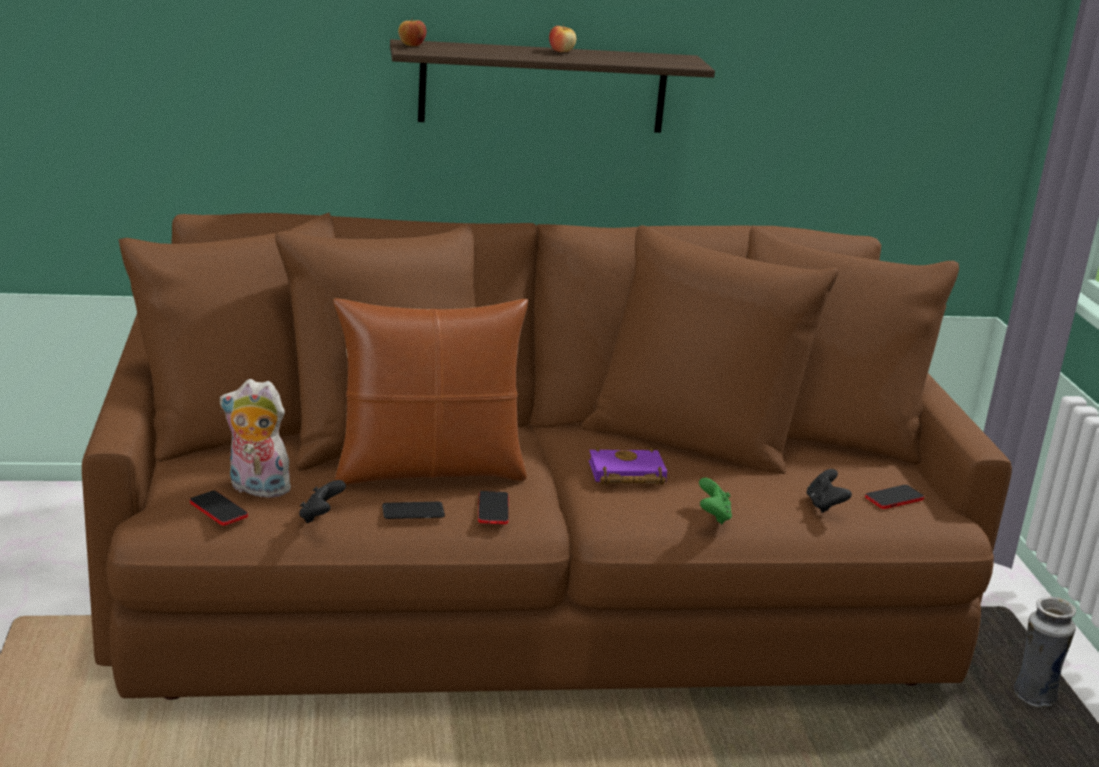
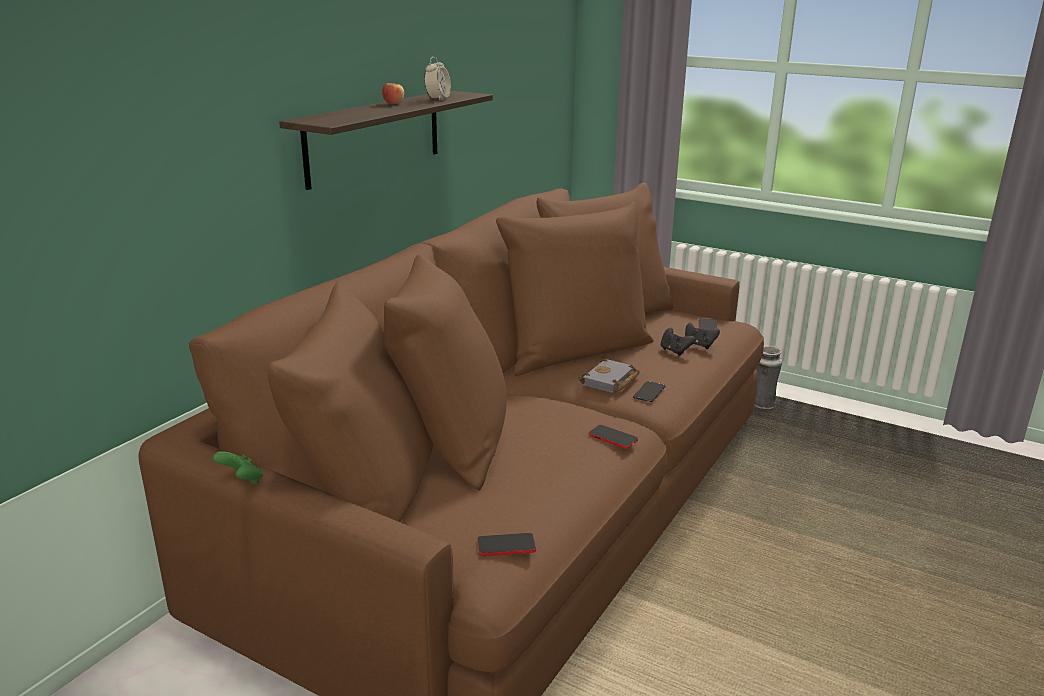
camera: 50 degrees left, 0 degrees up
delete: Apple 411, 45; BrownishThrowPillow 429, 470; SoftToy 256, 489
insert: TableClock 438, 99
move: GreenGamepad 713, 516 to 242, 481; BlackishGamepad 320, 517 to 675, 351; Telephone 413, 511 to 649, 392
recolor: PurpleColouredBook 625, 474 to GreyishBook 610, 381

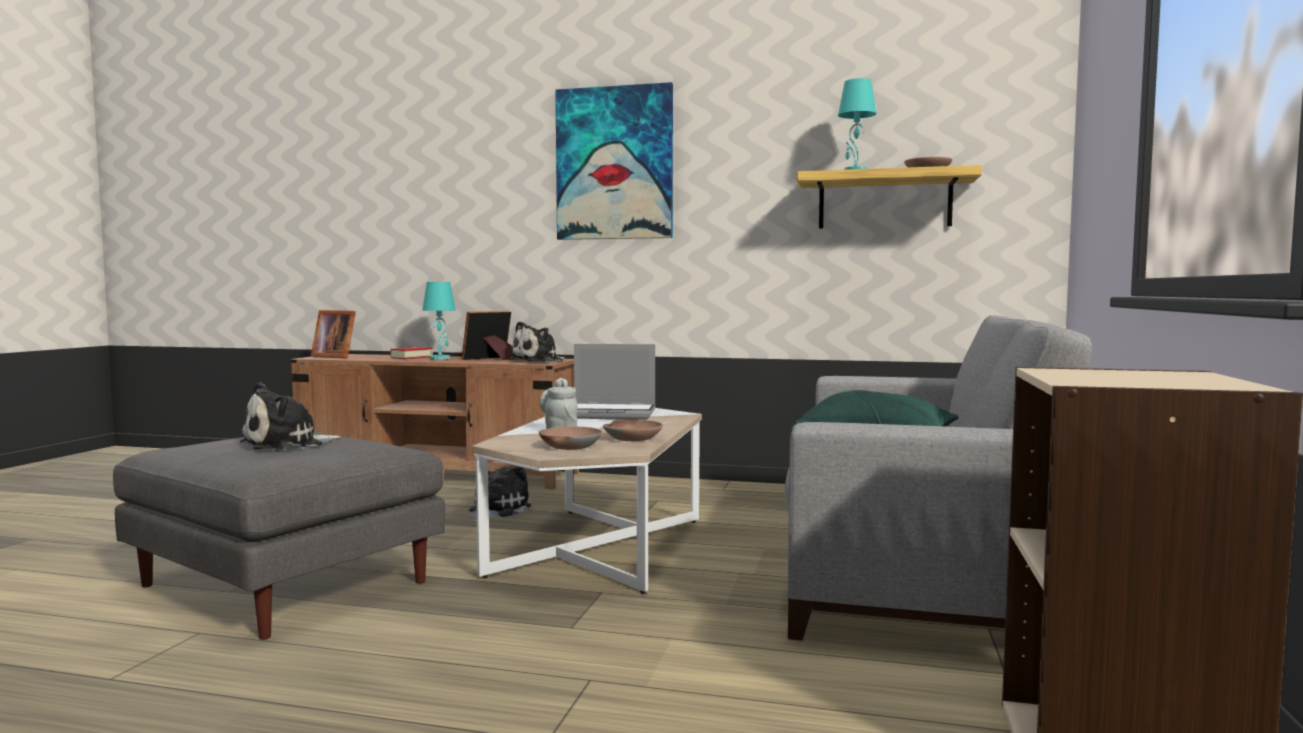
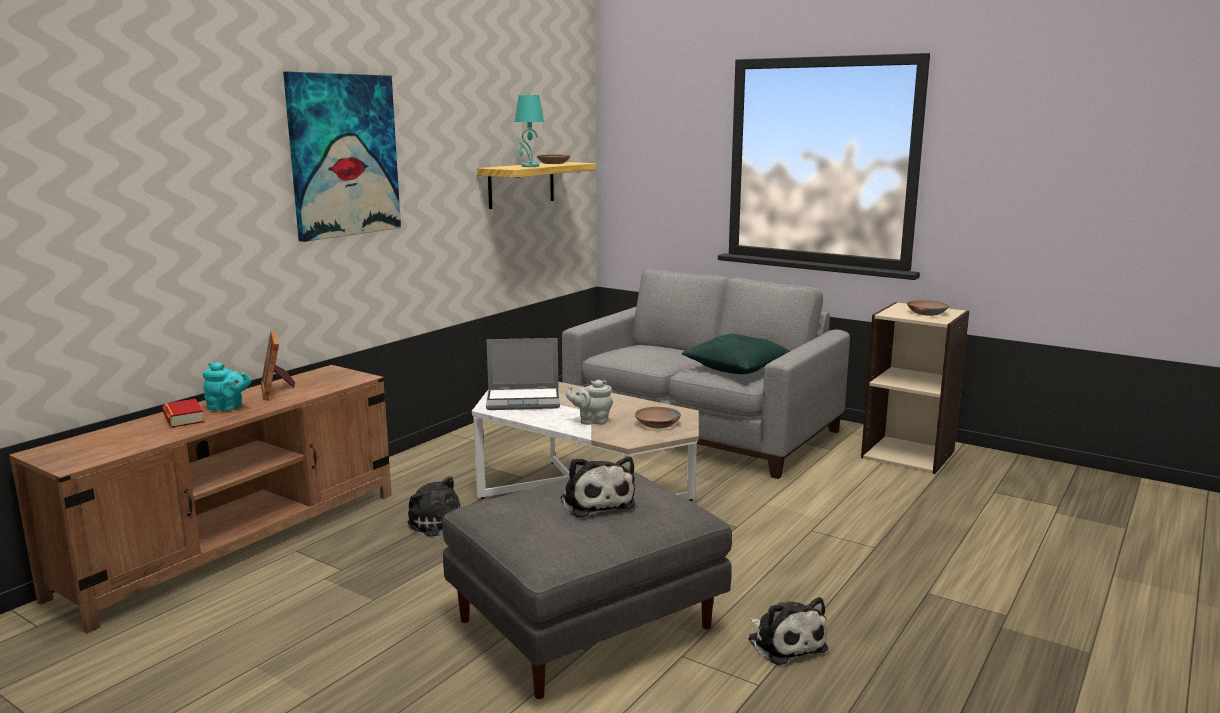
camera: 70 degrees left, 10 degrees up
delete: StandingFrame 335, 357
move: SoftToy 539, 361 to 785, 642; BrownishBowl 633, 438 to 926, 313
replace: TurquoiseColouredLampForATable 440, 358 to TurquoiseColouredTeaPot 228, 408
rotate: PortableComputer 612, 414 = 524, 400 60 degrees clockwise

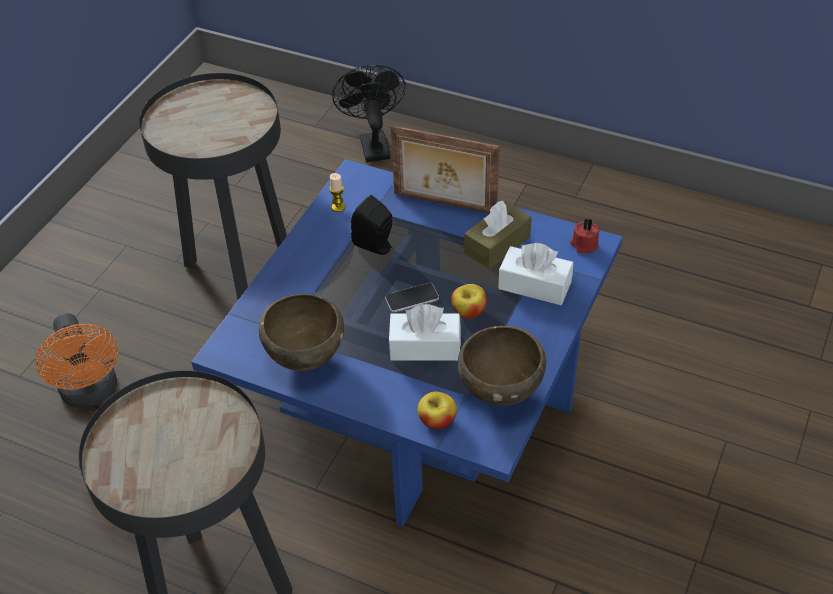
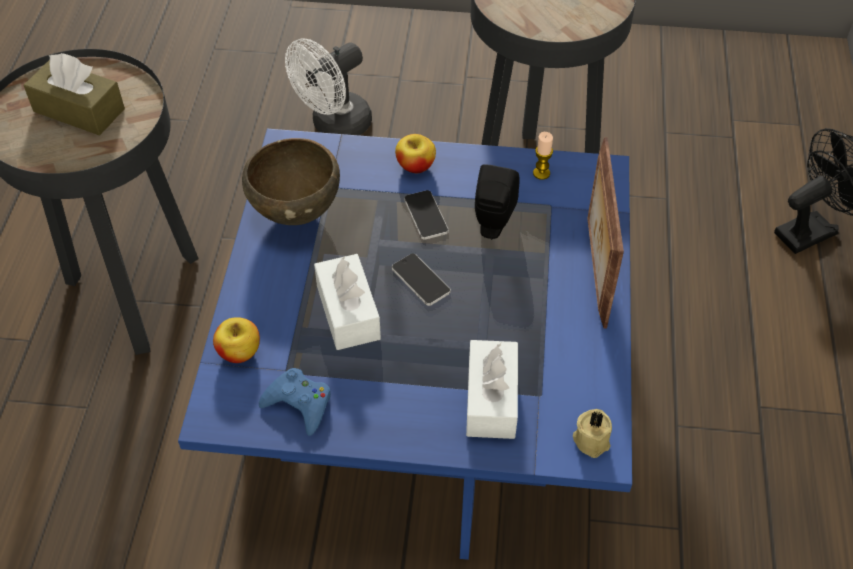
camera: 70 degrees right, 5 degrees up
insert: Telephone 426, 215
move: BrownishTissueBox 497, 245 to 79, 110; Apple 469, 312 to 415, 166
replace: BrownishBowl 501, 392 to BlueGamepad 299, 404
recolor: RedColouredWaxLight 584, 245 to BeigeColouredWaxLight 592, 439; OrangeyCoolingFan 91, 393 to WhitishCoolingFan 334, 126

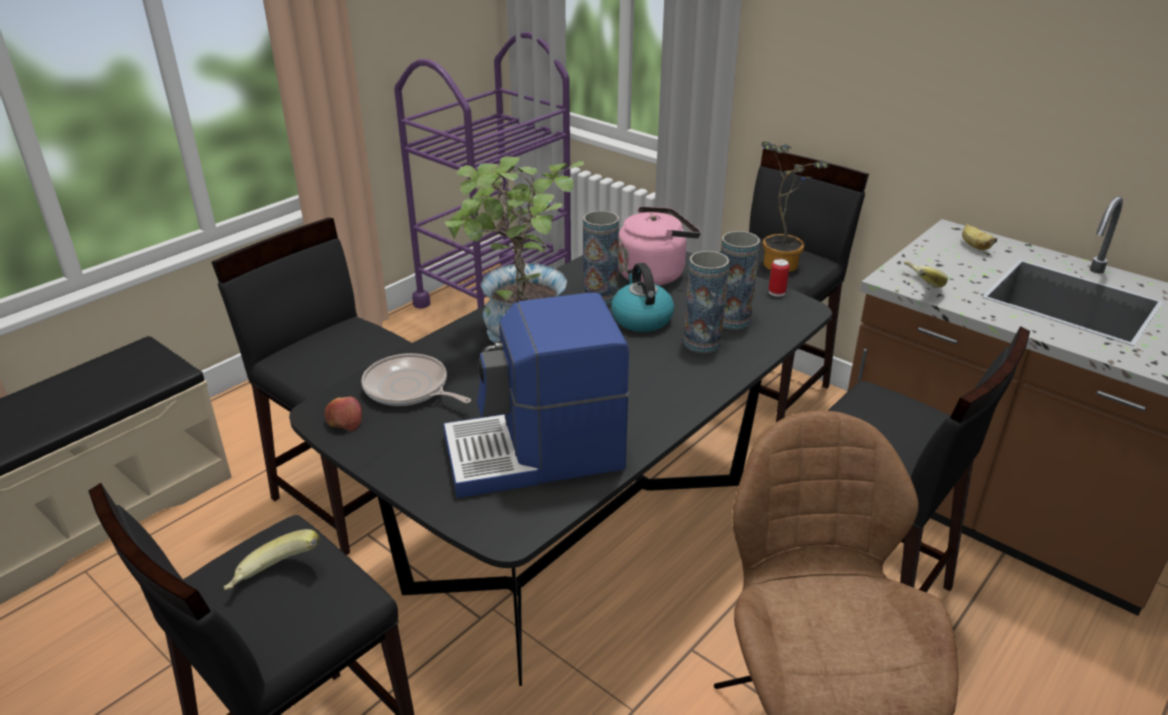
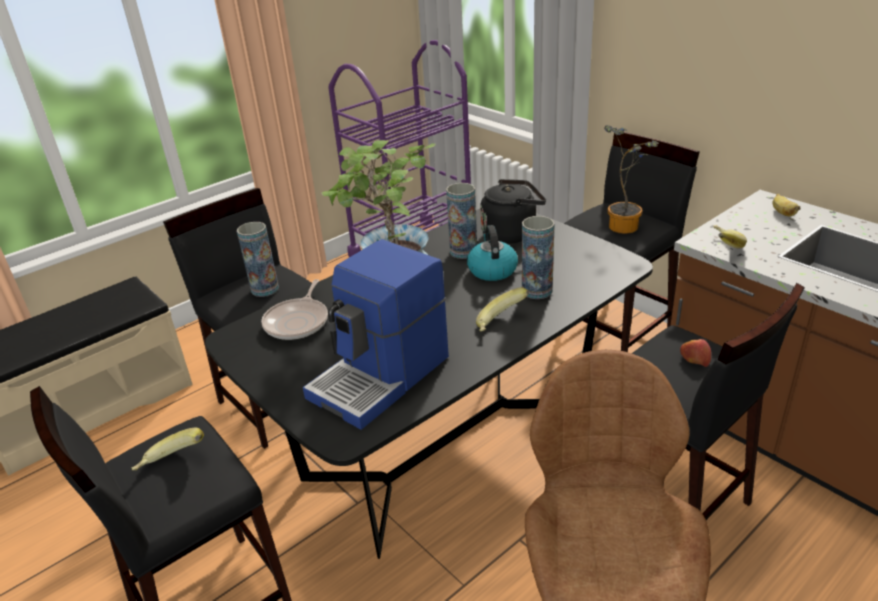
camera: 10 degrees right, 0 degrees up
delete: MetalCan 777, 292
insert: BananaFruit 501, 324
move: FlowerVase 732, 320 to 265, 289; Apple 344, 421 to 694, 358
recolor: PinkishTeaKettle 654, 273 to BlackishTeaKettle 512, 233
rotate: CoffeeBrewer 536, 454 = 382, 377 45 degrees counterclockwise; Skillet 409, 388 = 298, 321 120 degrees counterclockwise

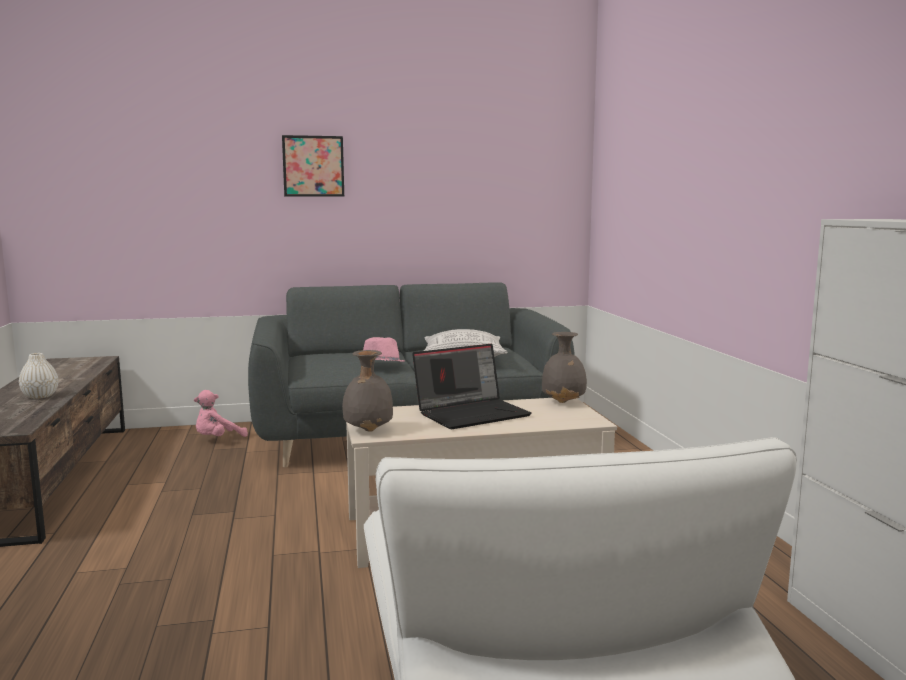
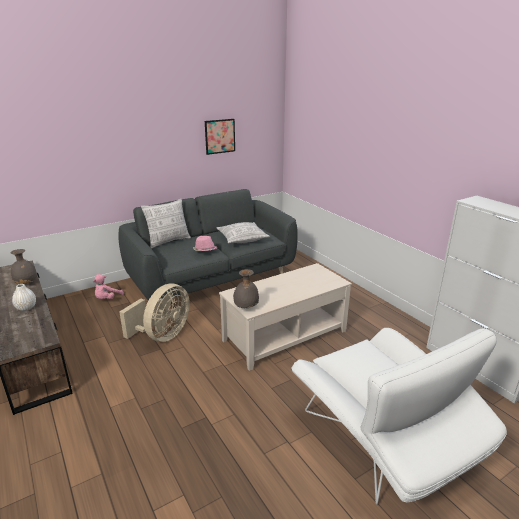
camera: 20 degrees left, 15 degrees up
delete: PortableComputer 472, 413
insert: ThrowPillow 168, 241; BeigeColouredCoolingFan 162, 335
move: Picture 313, 166 to 220, 136; GreyishFlowerVase 564, 402 to 27, 283

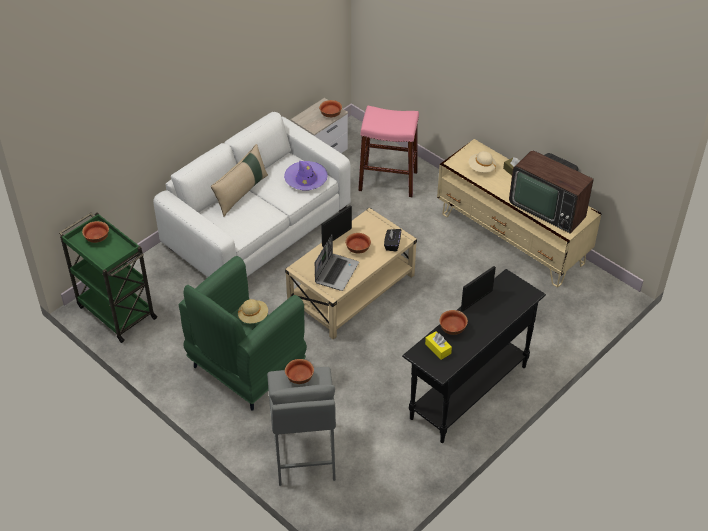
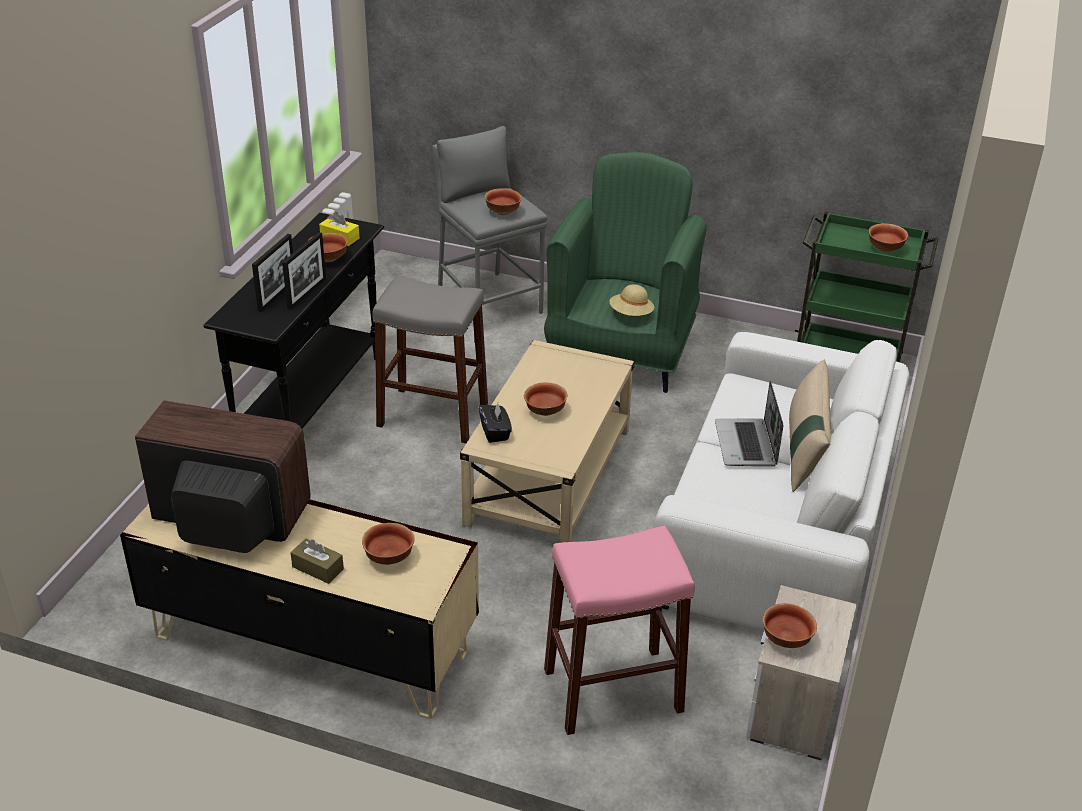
camera: 155 degrees right, 10 degrees down
delete: PurpleColouredWearableHat 306, 180
insert: GreyishStool 433, 415
move: StandingFrame 336, 237 to 277, 295; PortableComputer 336, 272 to 746, 445
replace: BeigeColouredWearableHat 481, 168 to Bowl 388, 557

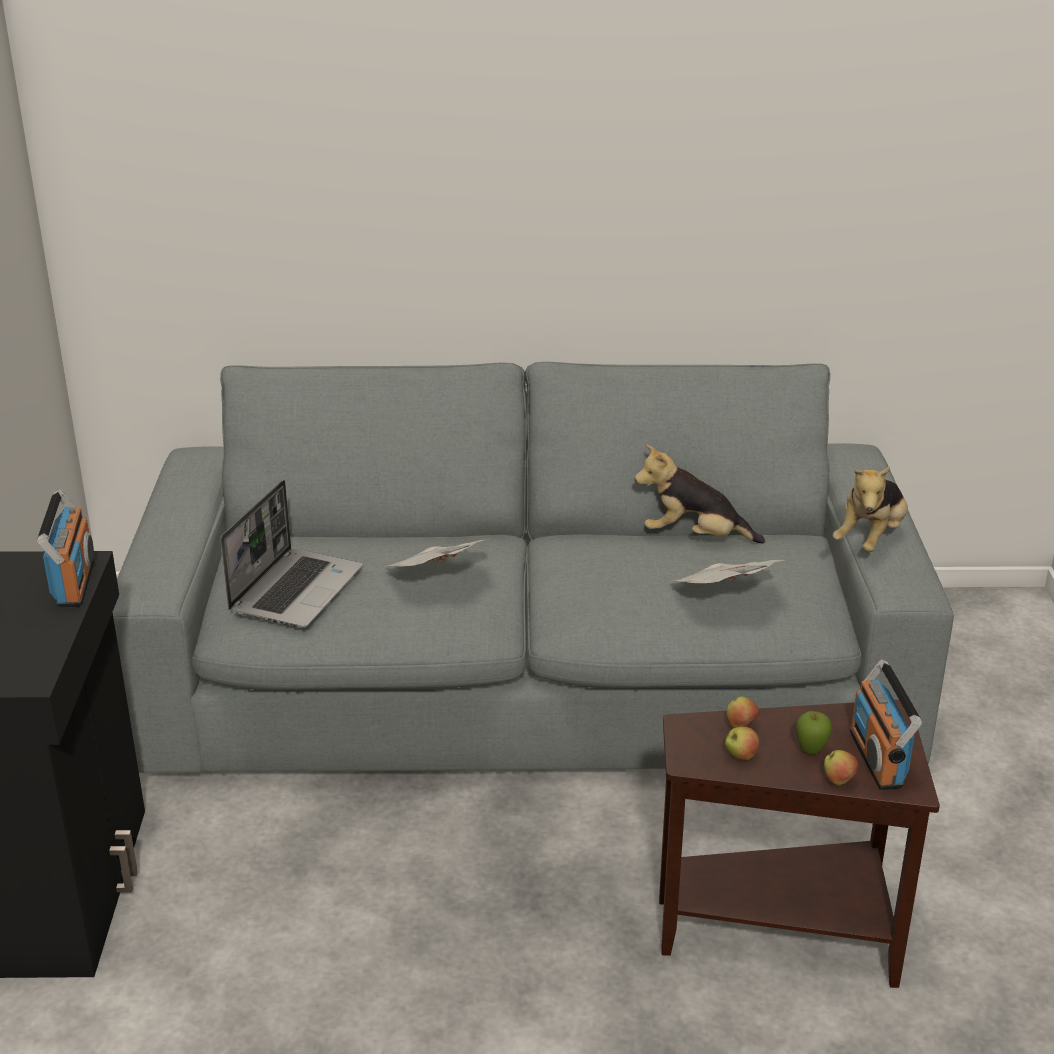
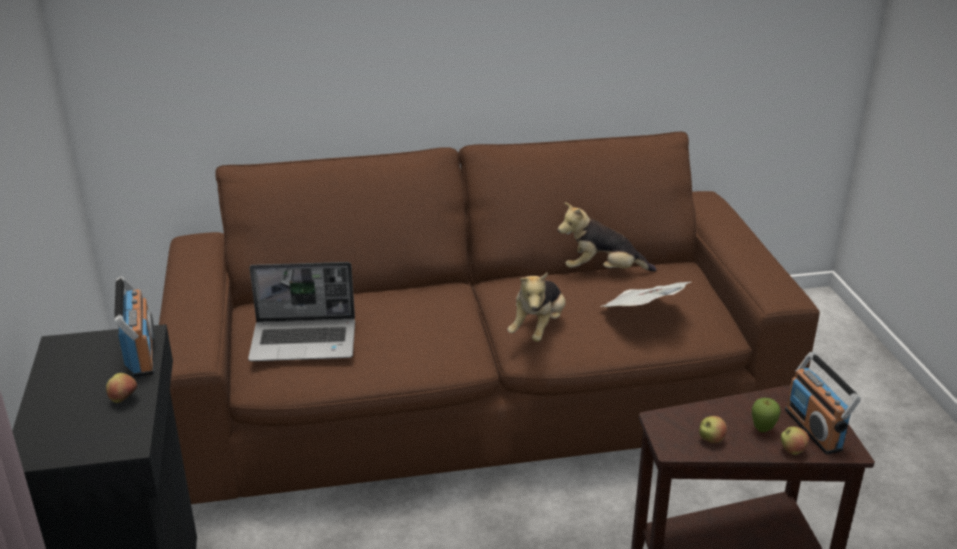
camera: 10 degrees left, 0 degrees up
delete: Newspaper 437, 578
move: SoftToy 870, 539 to 538, 328; Apple 741, 726 to 124, 400
recolor: GreyishSettee 527, 684 to BrownishSettee 478, 397
rotate: PortableComputer 296, 589 = 305, 341 75 degrees clockwise

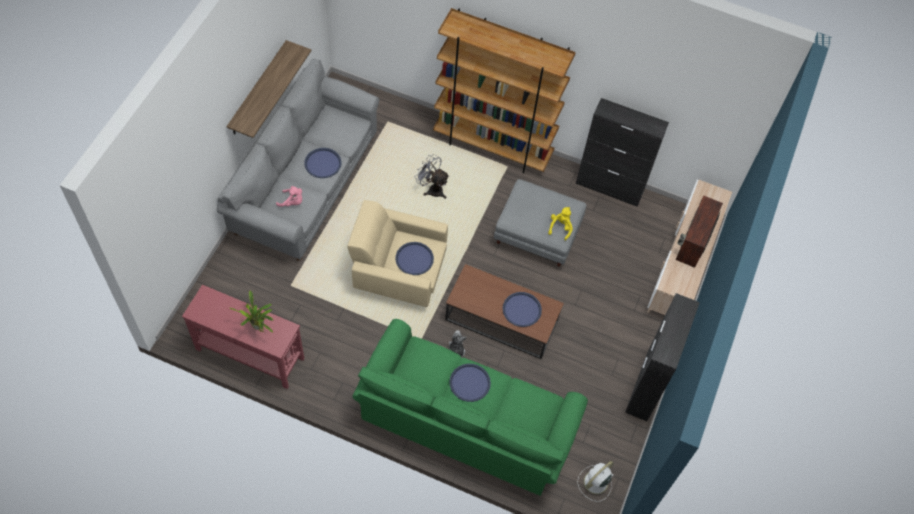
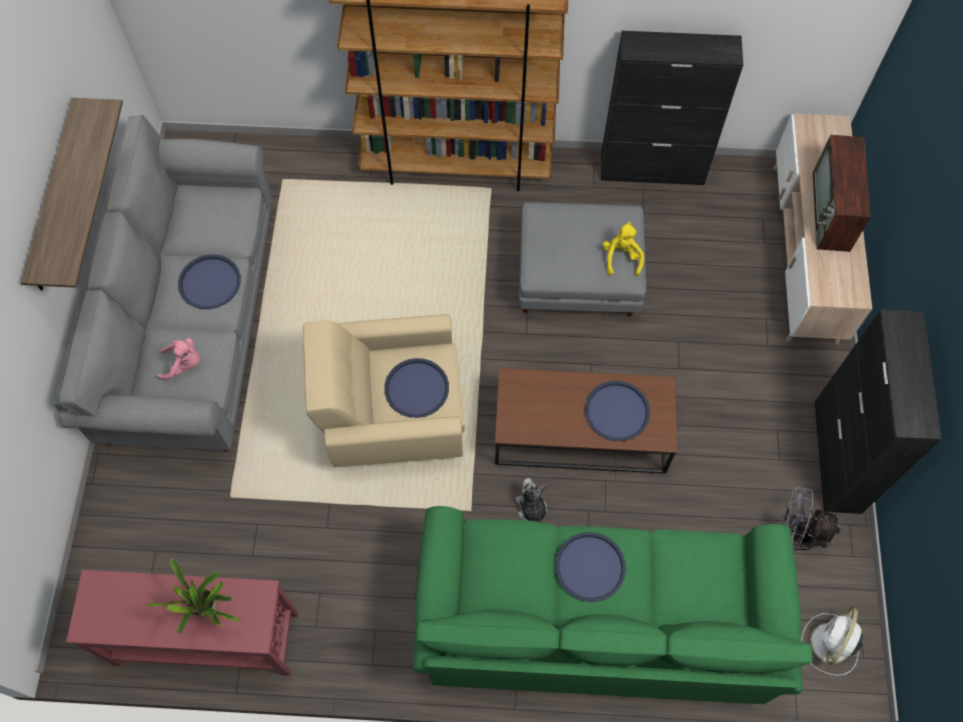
camera: 15 degrees left, 5 degrees up
move: GreyishCoolingFan 432, 189 to 794, 536

